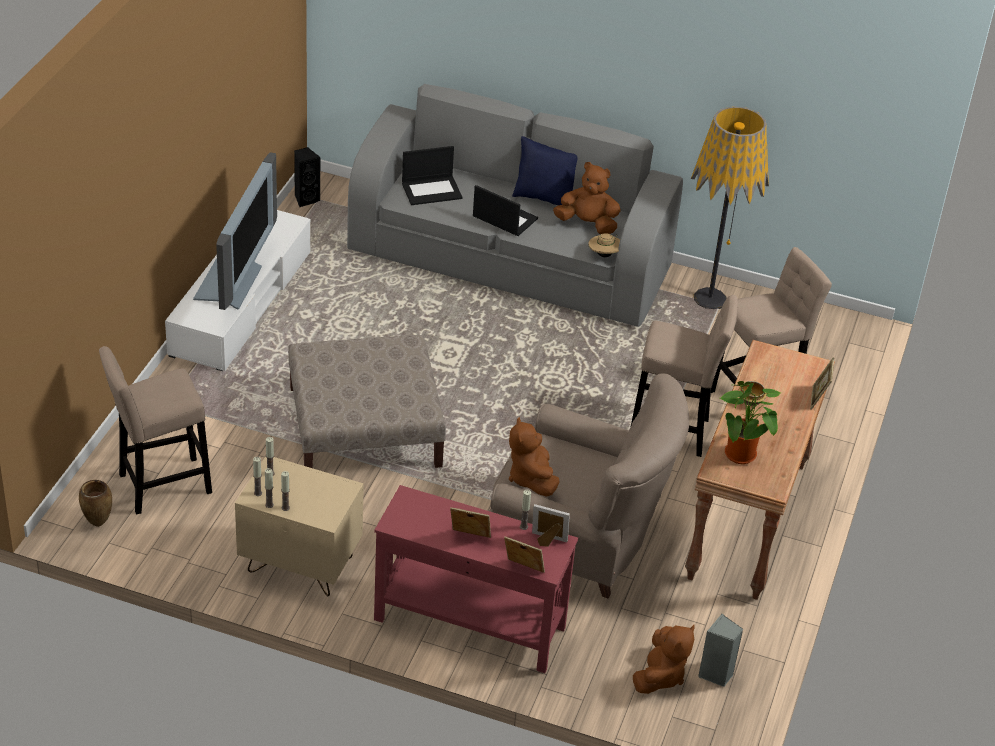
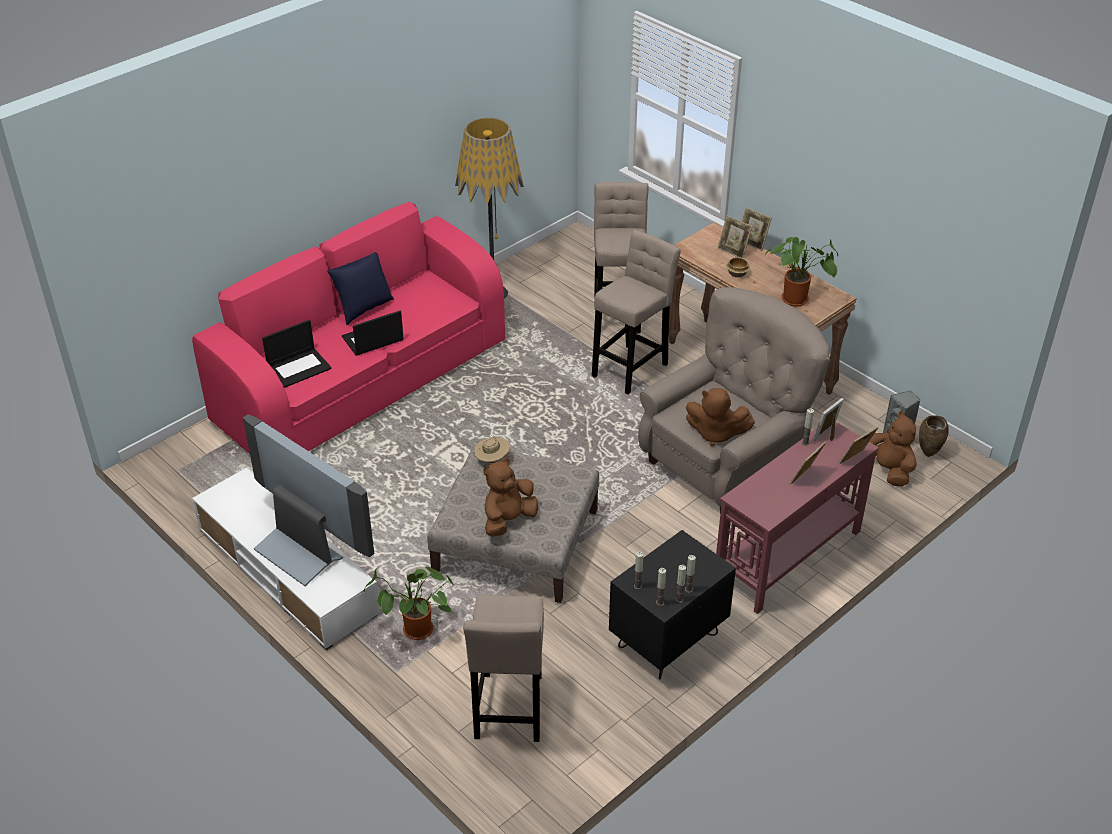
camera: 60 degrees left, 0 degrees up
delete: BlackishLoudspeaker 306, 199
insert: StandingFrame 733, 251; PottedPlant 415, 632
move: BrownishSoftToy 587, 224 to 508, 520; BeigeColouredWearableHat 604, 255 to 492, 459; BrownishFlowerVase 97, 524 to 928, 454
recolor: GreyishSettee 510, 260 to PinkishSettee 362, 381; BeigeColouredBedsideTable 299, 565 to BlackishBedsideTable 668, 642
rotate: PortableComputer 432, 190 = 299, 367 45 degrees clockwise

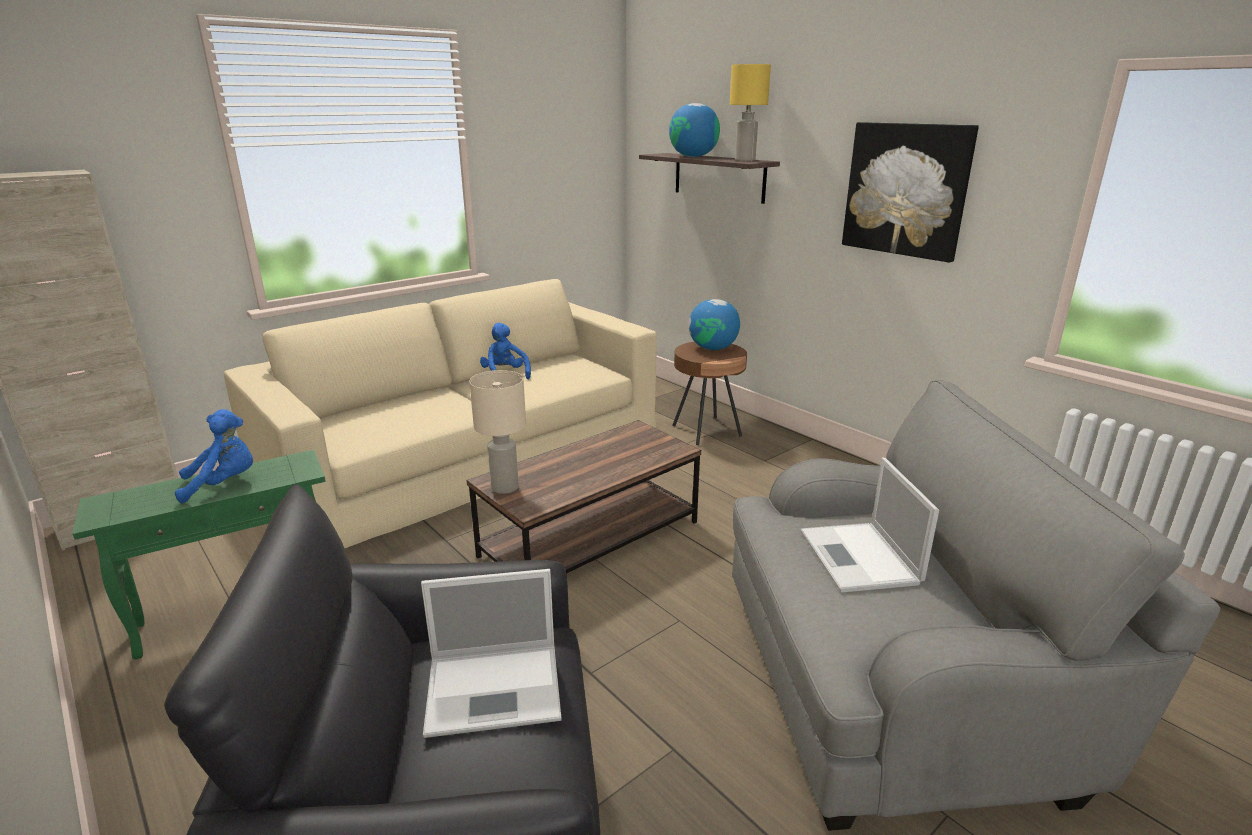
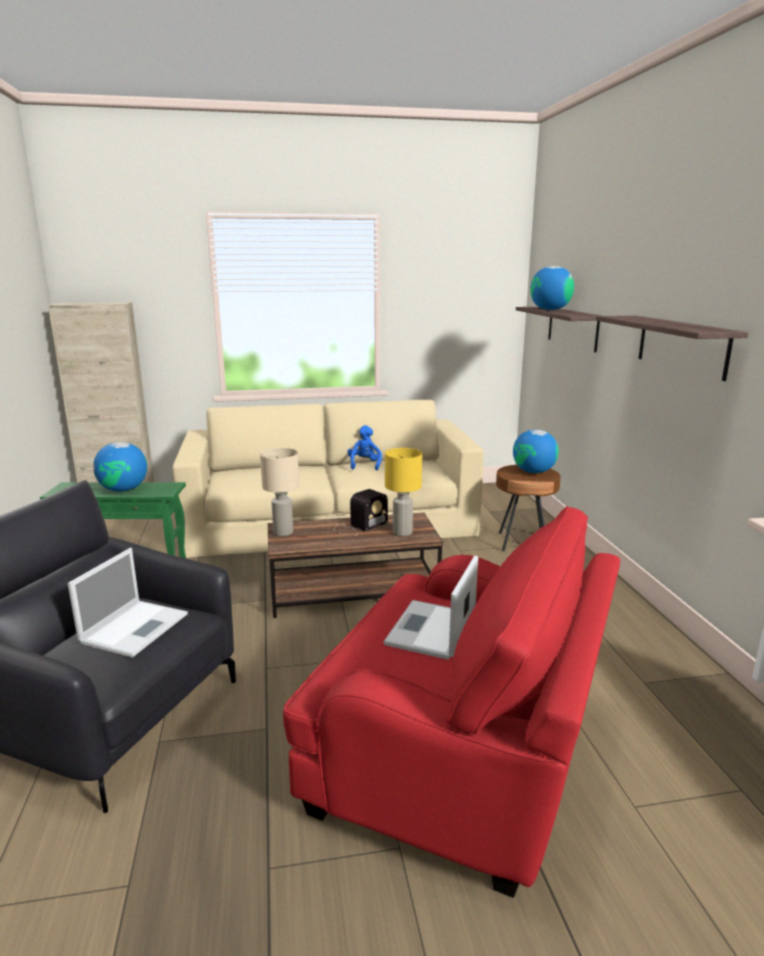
camera: 30 degrees right, 5 degrees down
insert: RadioReceiver 358, 526
move: YellowLampForATable 745, 160 to 403, 532
replace: Picture 906, 190 to WallShelf 681, 346; BlueSoftToy 223, 484 to DeskGlobe 123, 489
recolor: GreyishArmchair 895, 687 to RedColouredArmchair 461, 757
rotate: PortableComputer 497, 688 = 136, 627 90 degrees counterclockwise

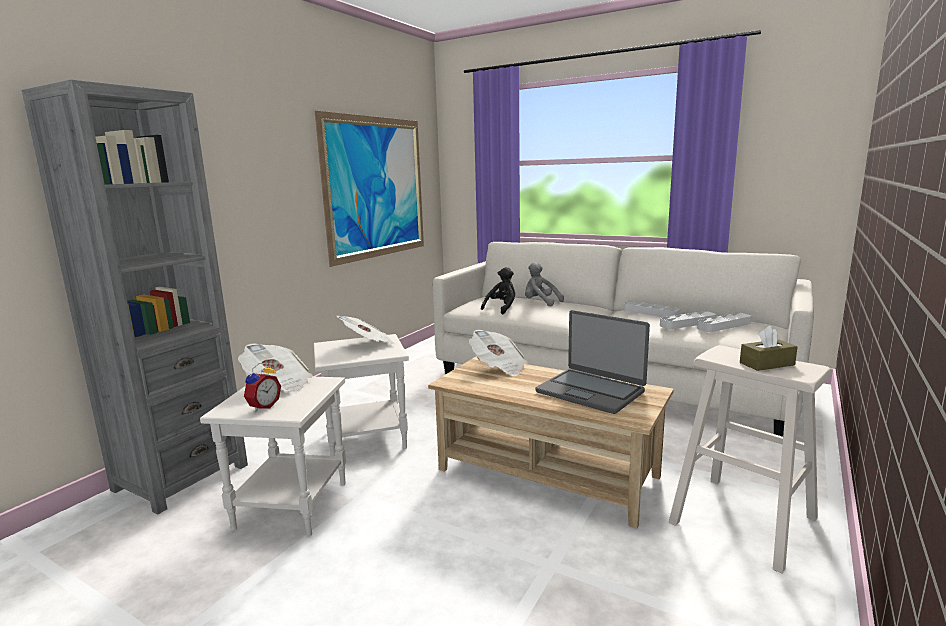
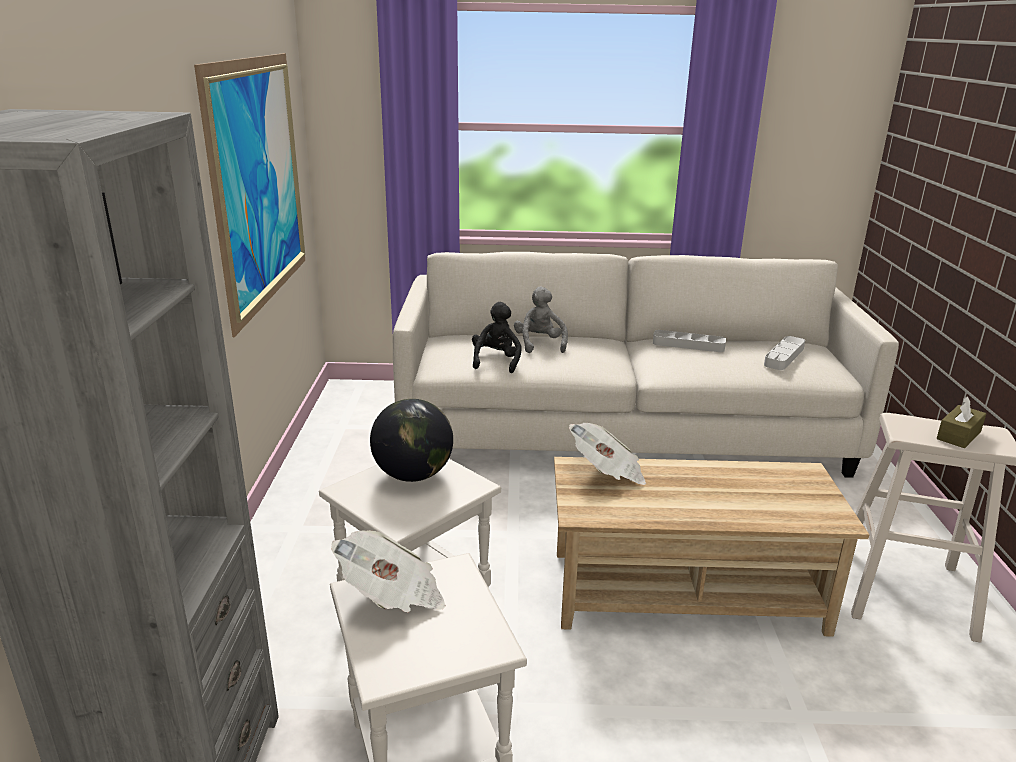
camera: 30 degrees left, 10 degrees up
delete: PortableComputer 590, 391; GreyishCarryingTray 687, 323; TableClock 263, 406
replace: Newspaper 368, 344 to DeskGlobe 413, 475
rotate: GreyishSoftToy 540, 303 = 539, 344 75 degrees clockwise

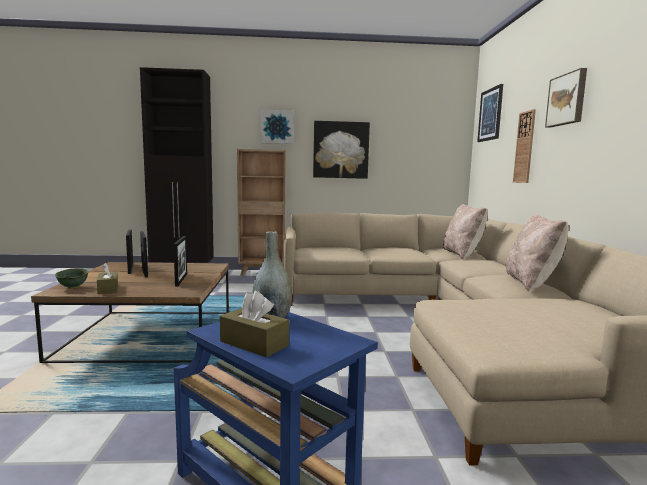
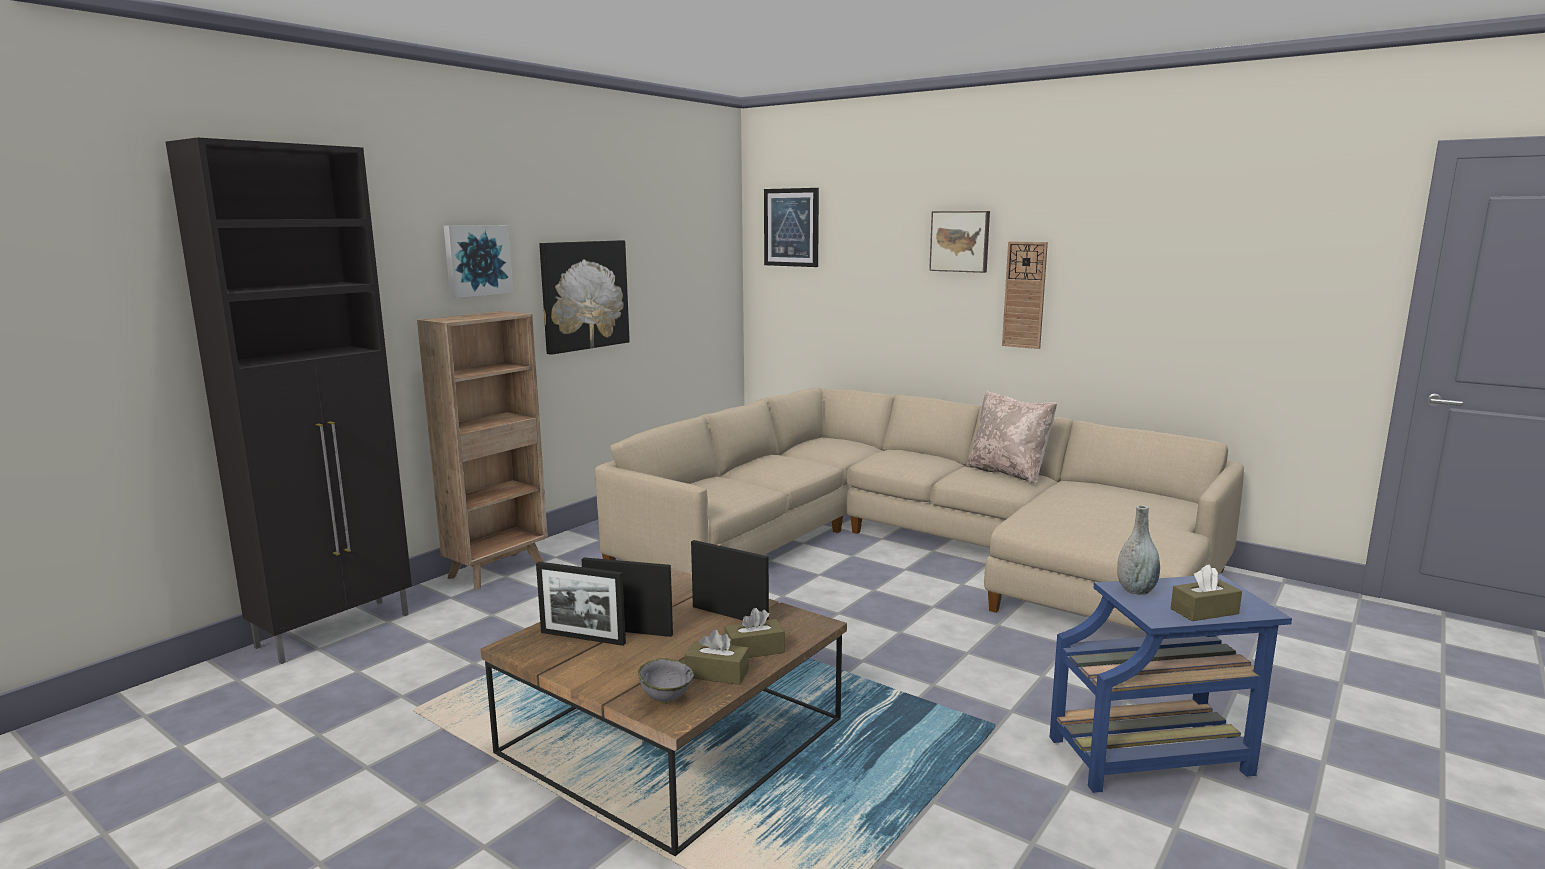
camera: 50 degrees left, 5 degrees up
delete: BeigeColouredThrowPillow 462, 254
insert: BrownishTissueBox 754, 650
move: WallClock 524, 147 to 1024, 295
recolor: GreenBowl 73, 287 to GreyishBowl 666, 699

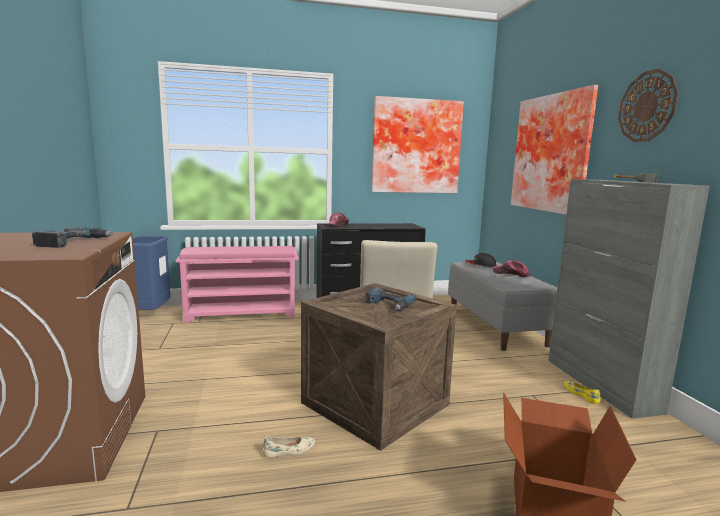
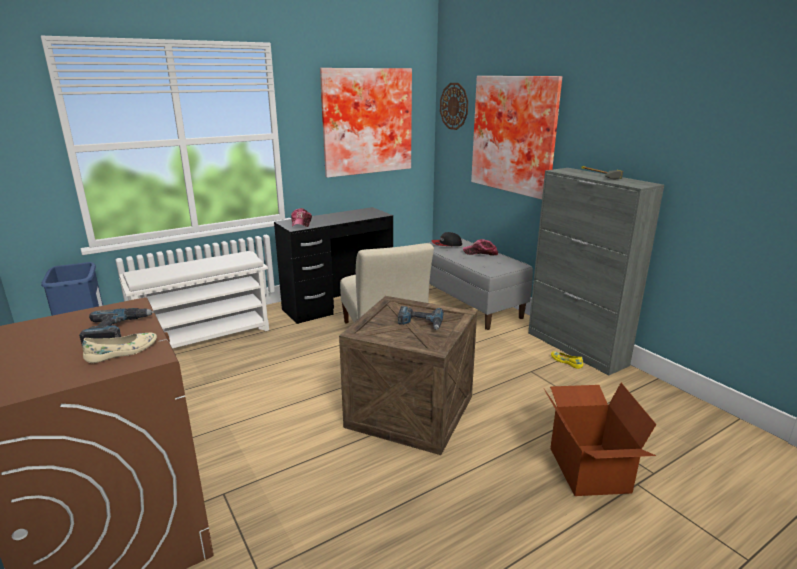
camera: 20 degrees left, 10 degrees up
move: WallClock 647, 106 to 454, 106; BeigeColouredShoe 289, 451 to 123, 352
recolor: PinkishShoeShelf 242, 313 to WhitishShoeShelf 206, 336

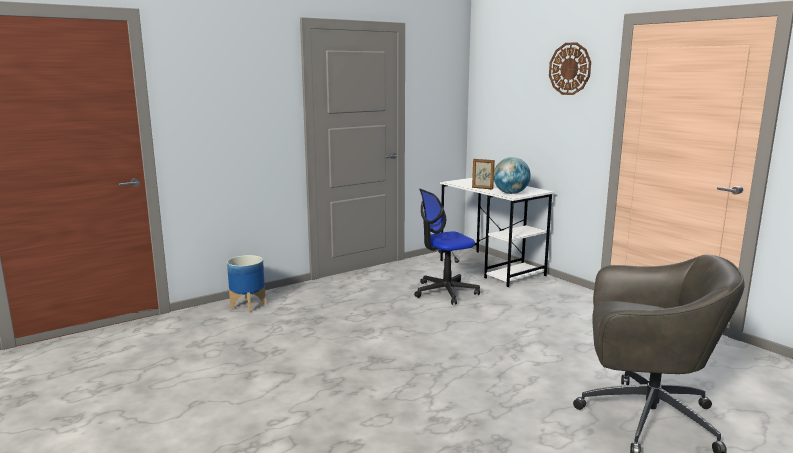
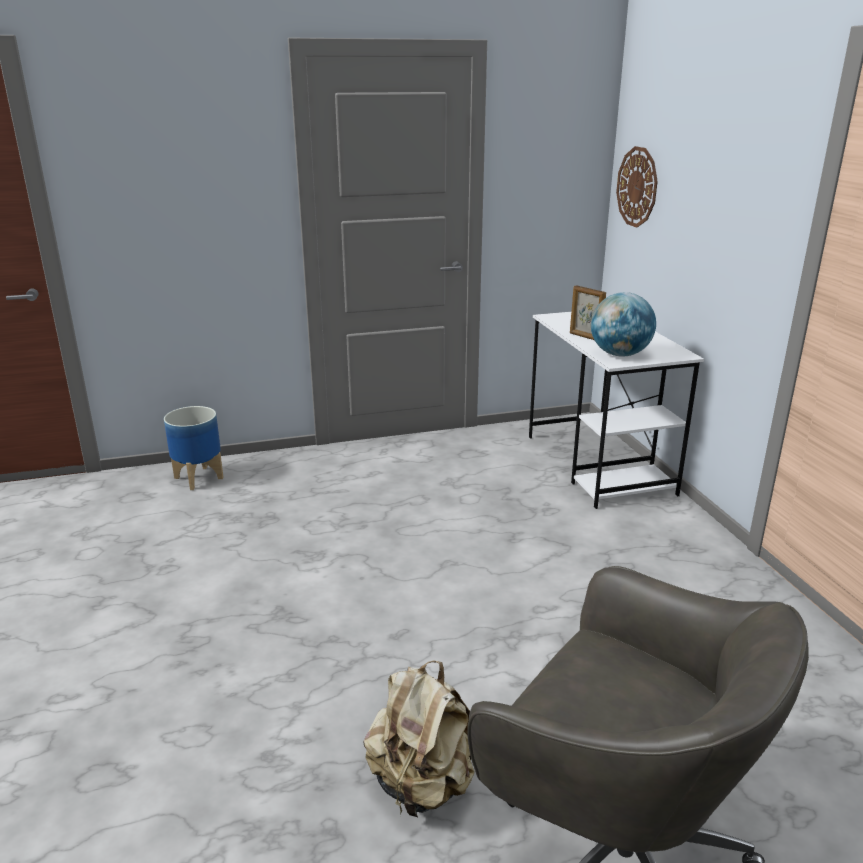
camera: 20 degrees right, 10 degrees up
delete: DeskChair 445, 292
insert: BeigeColouredKnapsack 422, 784
move: WallClock 570, 69 to 637, 187

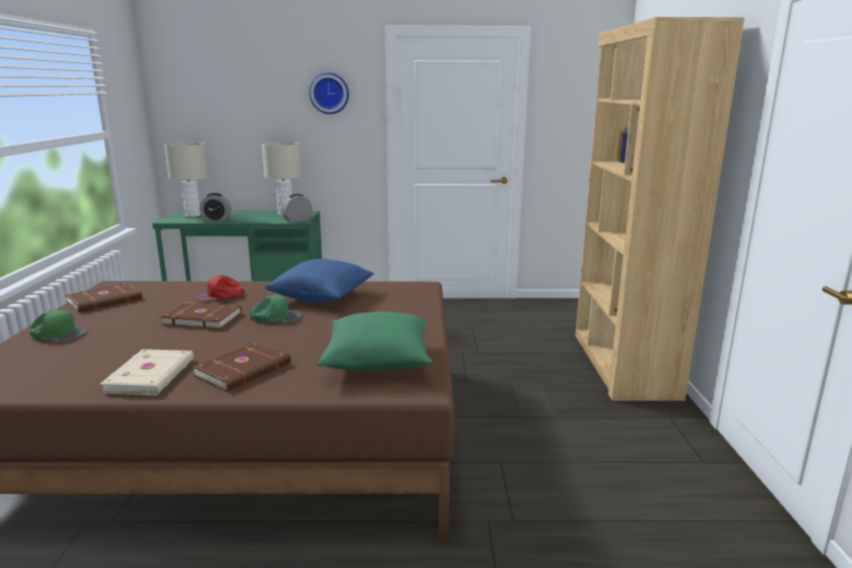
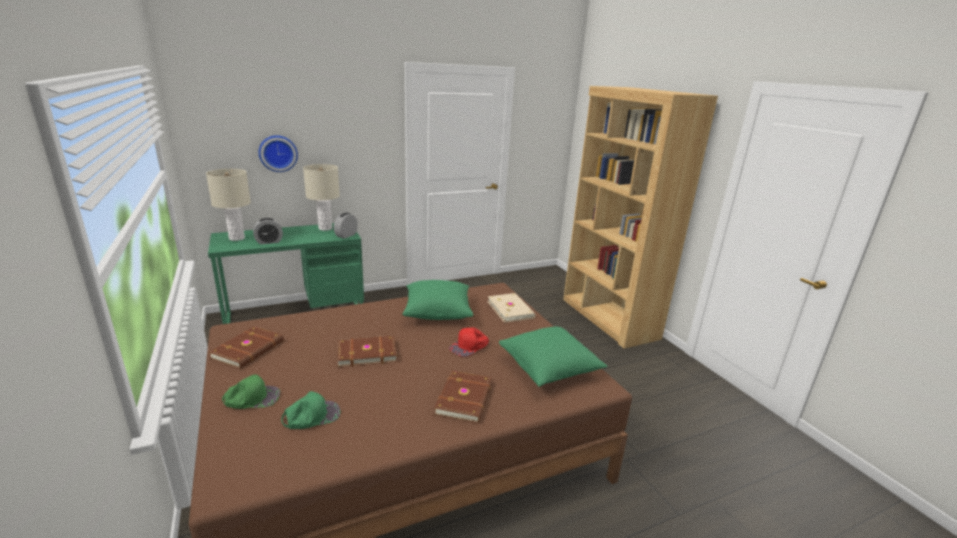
camera: 25 degrees left, 5 degrees up
move: WallClock 329, 93 to 278, 153; RedColouredPeakedCap 220, 296 to 469, 346; GreenPeakedCap 275, 317 to 311, 416; BeigeColouredBook 152, 375 to 511, 309
recolor: BlueThrowPillow 322, 297 to GreenThrowPillow 438, 312

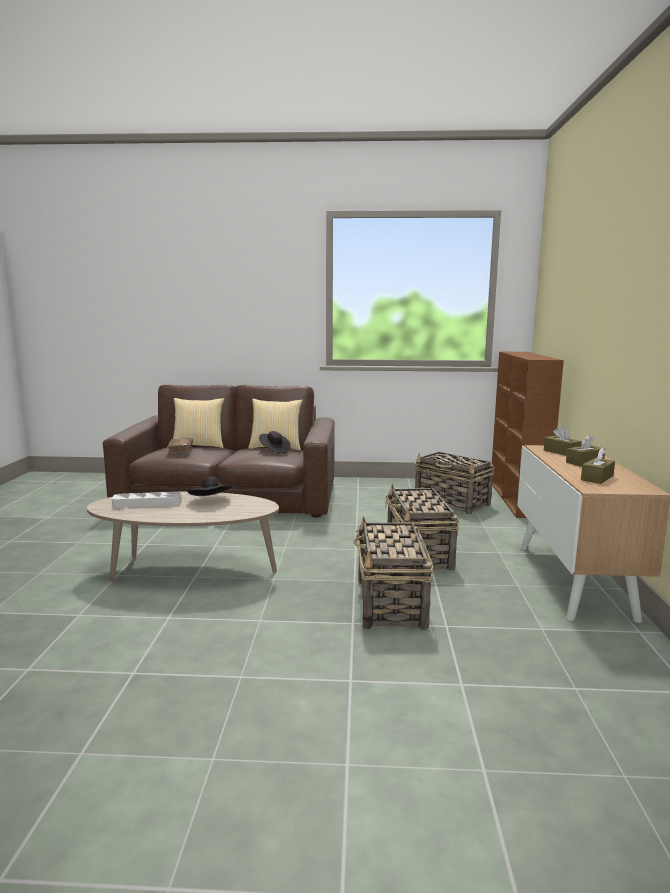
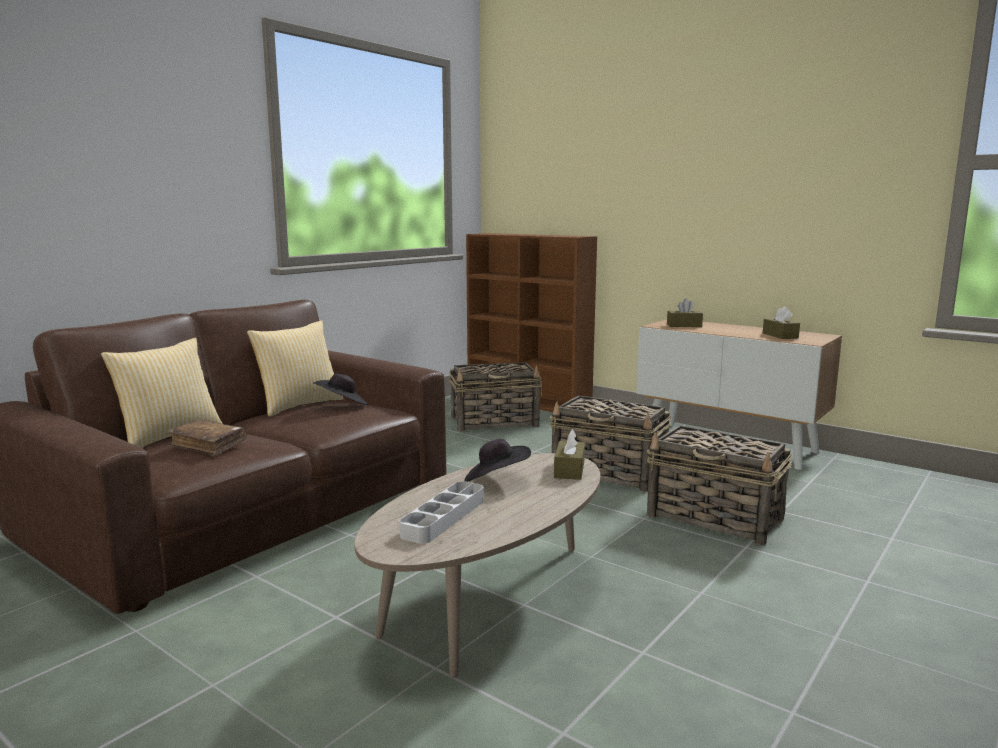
camera: 55 degrees left, 0 degrees up
move: BrownishTissueBox 584, 462 to 569, 470

